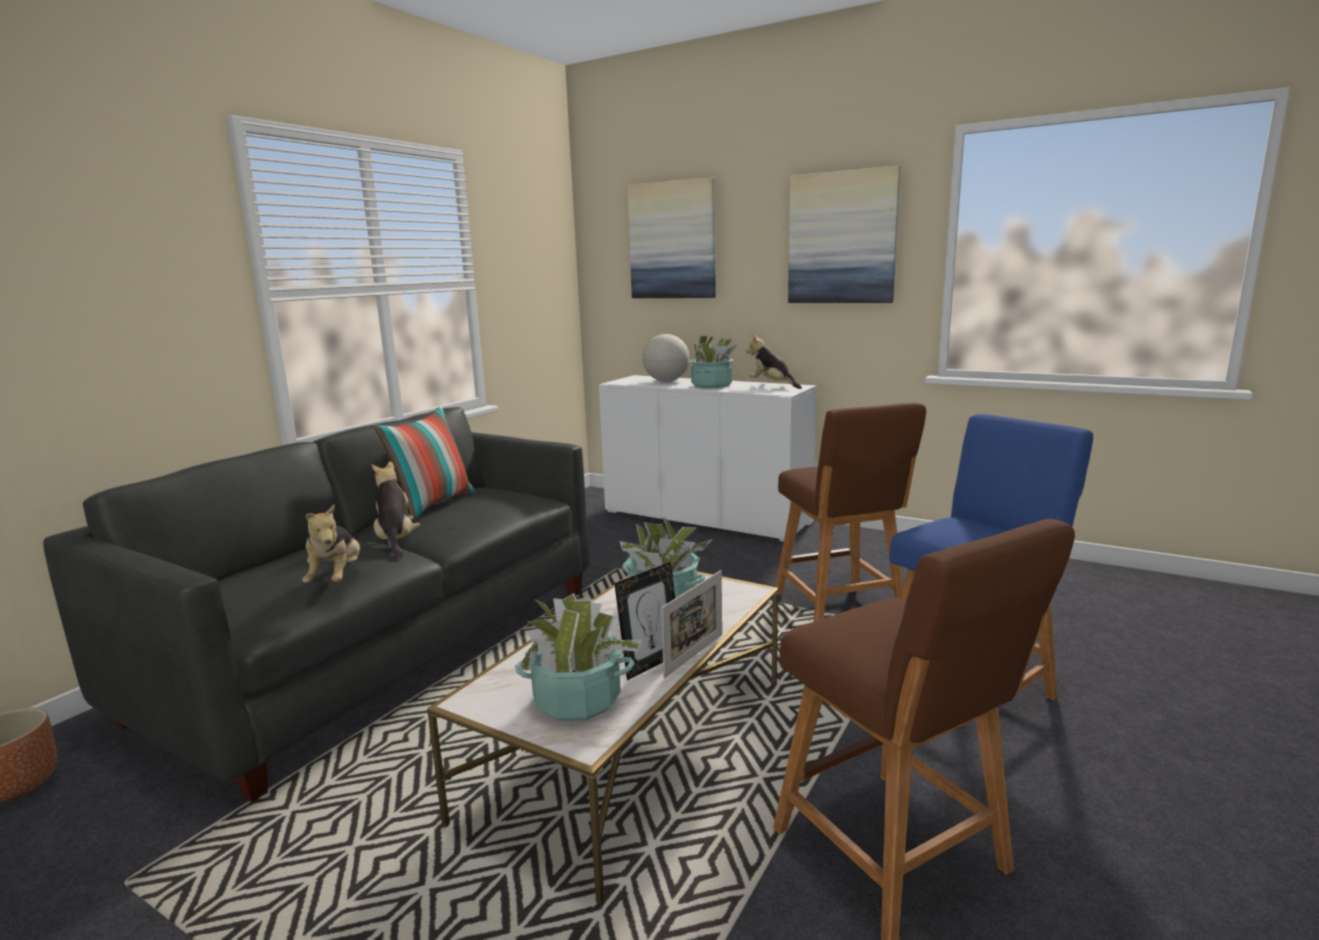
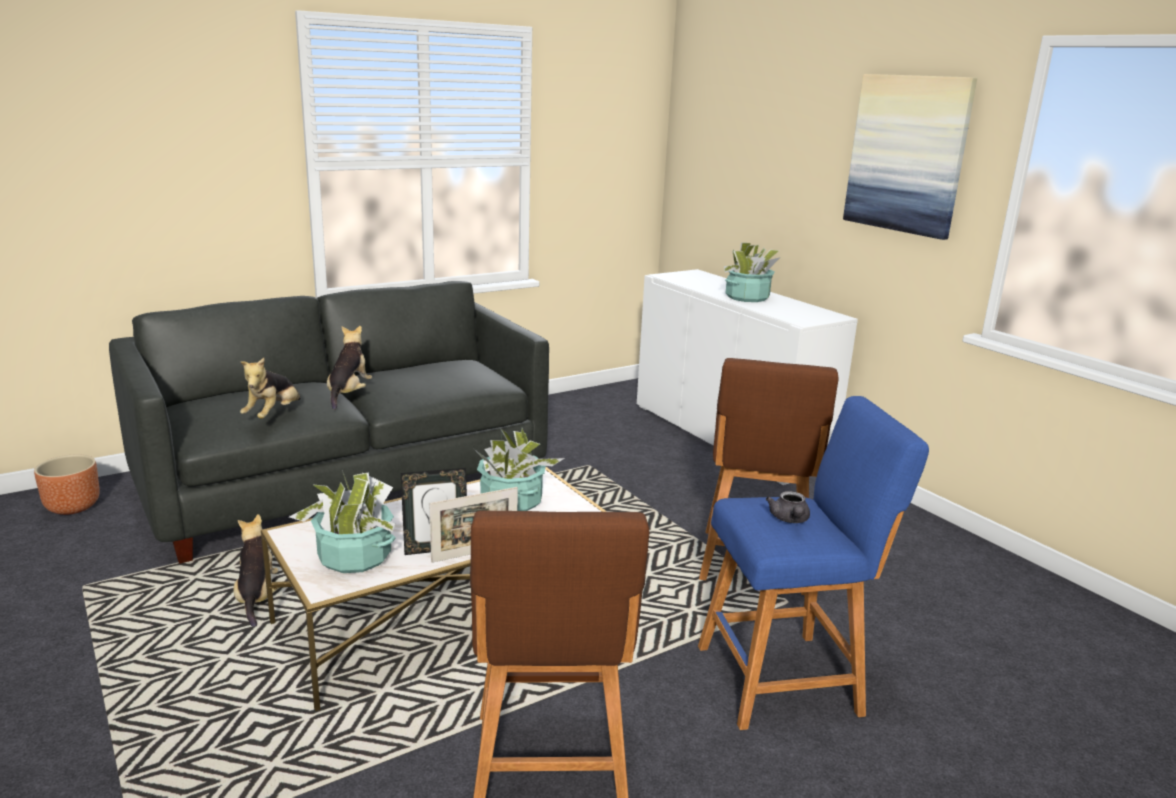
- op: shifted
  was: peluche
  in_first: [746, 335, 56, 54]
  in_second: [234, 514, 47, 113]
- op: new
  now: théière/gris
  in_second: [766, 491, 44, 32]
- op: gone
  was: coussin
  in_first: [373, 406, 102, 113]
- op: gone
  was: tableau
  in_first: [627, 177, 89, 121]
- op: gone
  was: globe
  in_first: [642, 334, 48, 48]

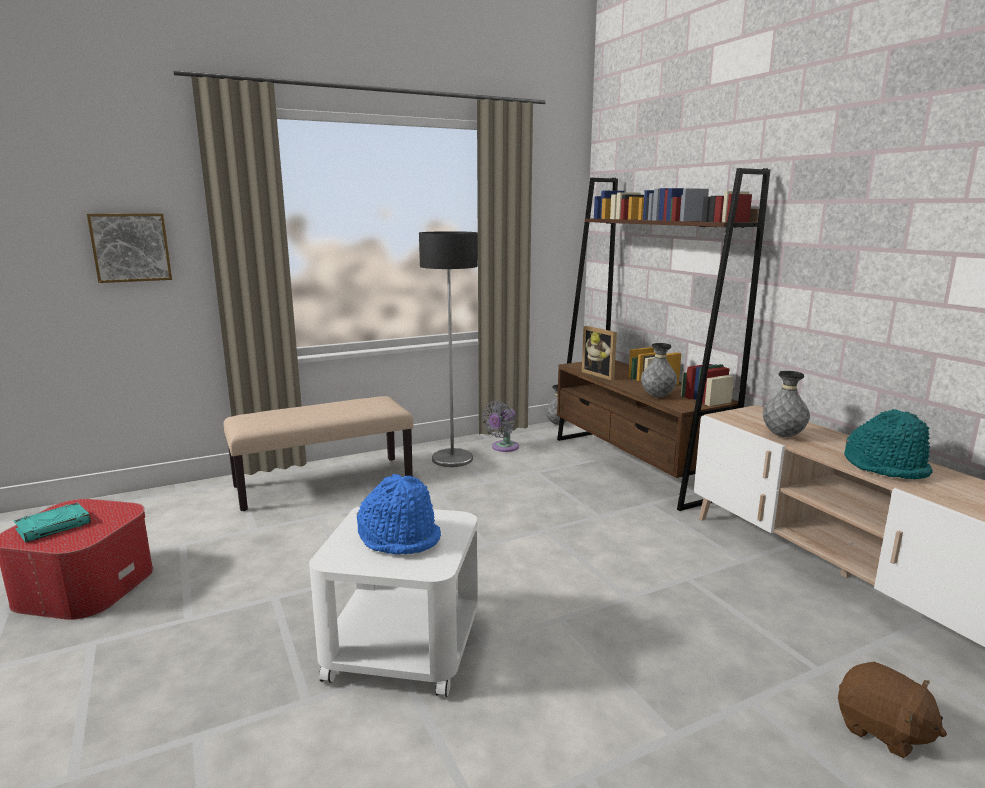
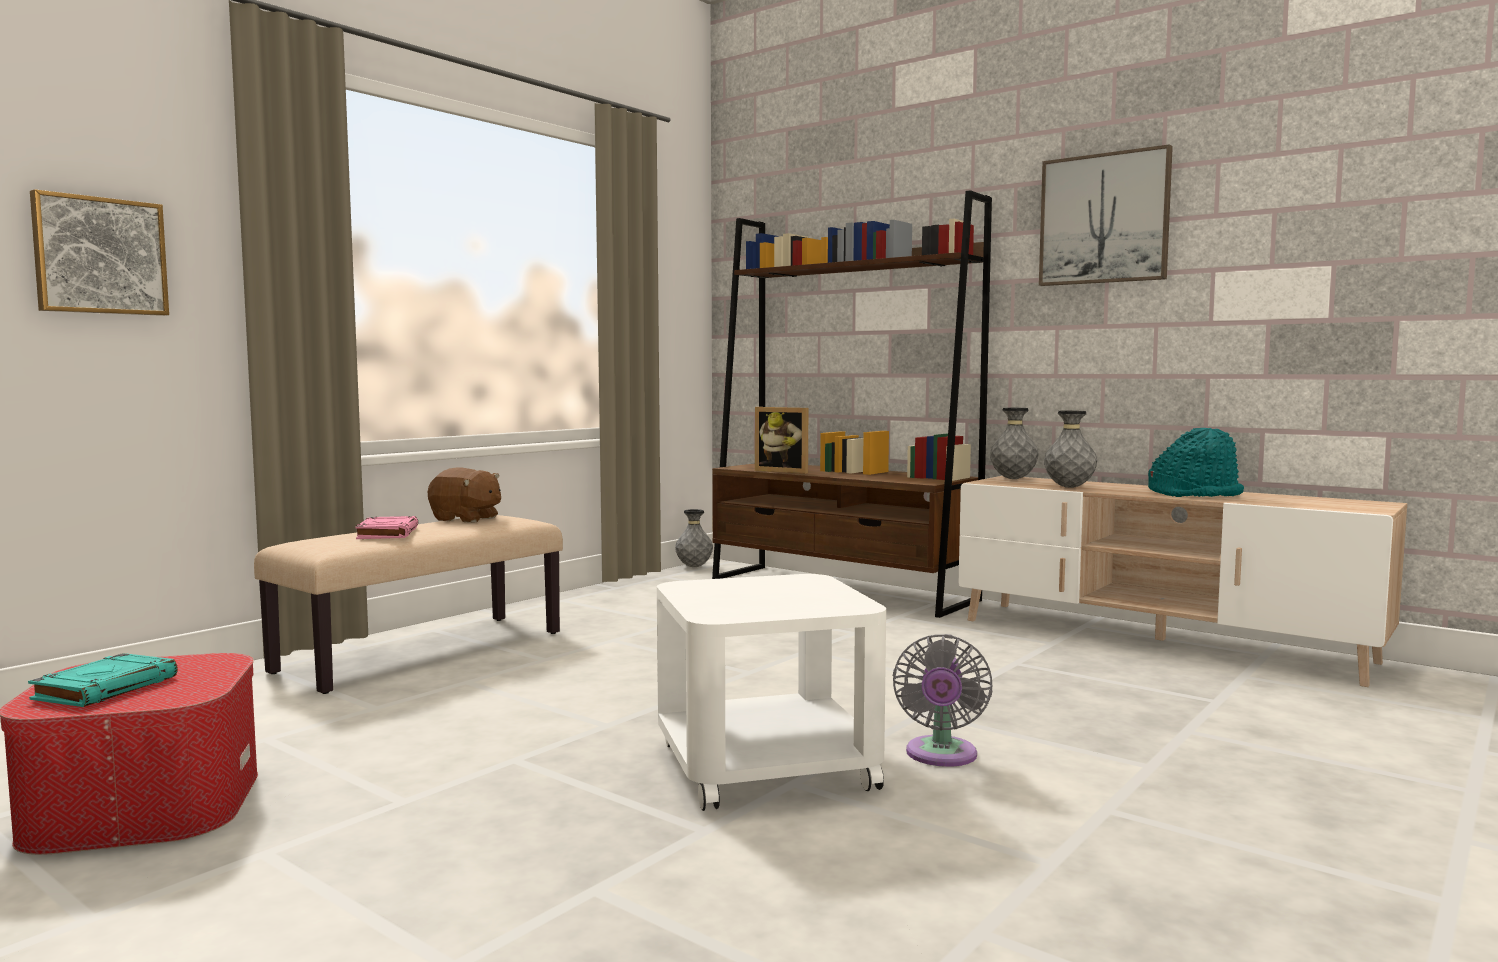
- op: new
  now: livre/rose
  in_second: [355, 516, 63, 23]
- op: shifted
  was: peluche/marron
  in_first: [838, 662, 109, 96]
  in_second: [428, 468, 73, 55]
- op: shifted
  was: ventilateur/gris
  in_first: [482, 401, 37, 51]
  in_second: [893, 634, 100, 133]
- op: shifted
  was: vase/gris
  in_first: [641, 343, 36, 55]
  in_second: [990, 408, 49, 71]
- op: new
  now: tableau
  in_second: [1039, 144, 134, 142]
- op: gone
  was: chapeau/bleu
  in_first: [357, 474, 84, 81]
- op: gone
  was: lampadaire
  in_first: [419, 231, 59, 236]

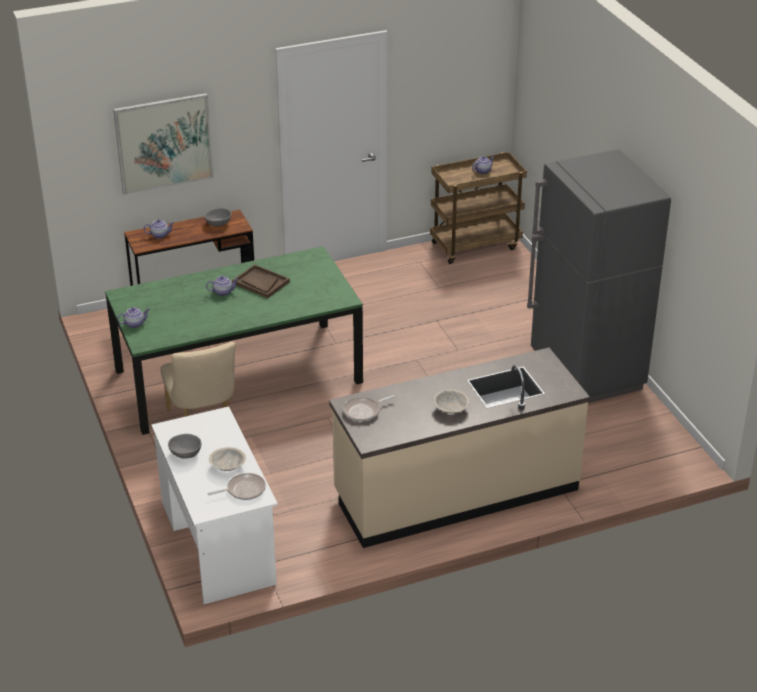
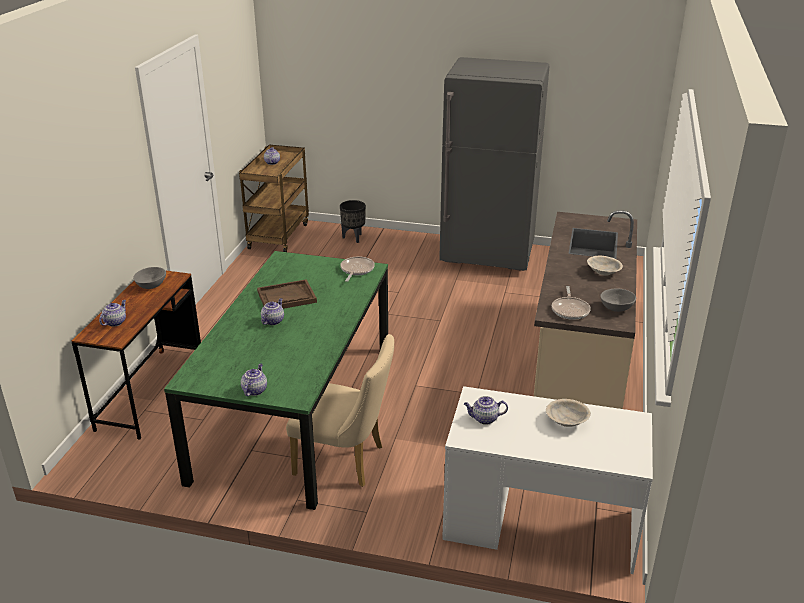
- op: new
  now: cache-pot/noir
  in_second: [340, 200, 26, 43]
- op: shifted
  was: poêle
  in_first: [207, 473, 59, 27]
  in_second: [340, 256, 35, 26]
- op: new
  now: théière
  in_second: [464, 396, 44, 29]
- op: shifted
  was: bol/gris
  in_first: [168, 434, 33, 25]
  in_second: [600, 288, 36, 24]
- op: gone
  was: tableau
  in_first: [113, 93, 101, 102]

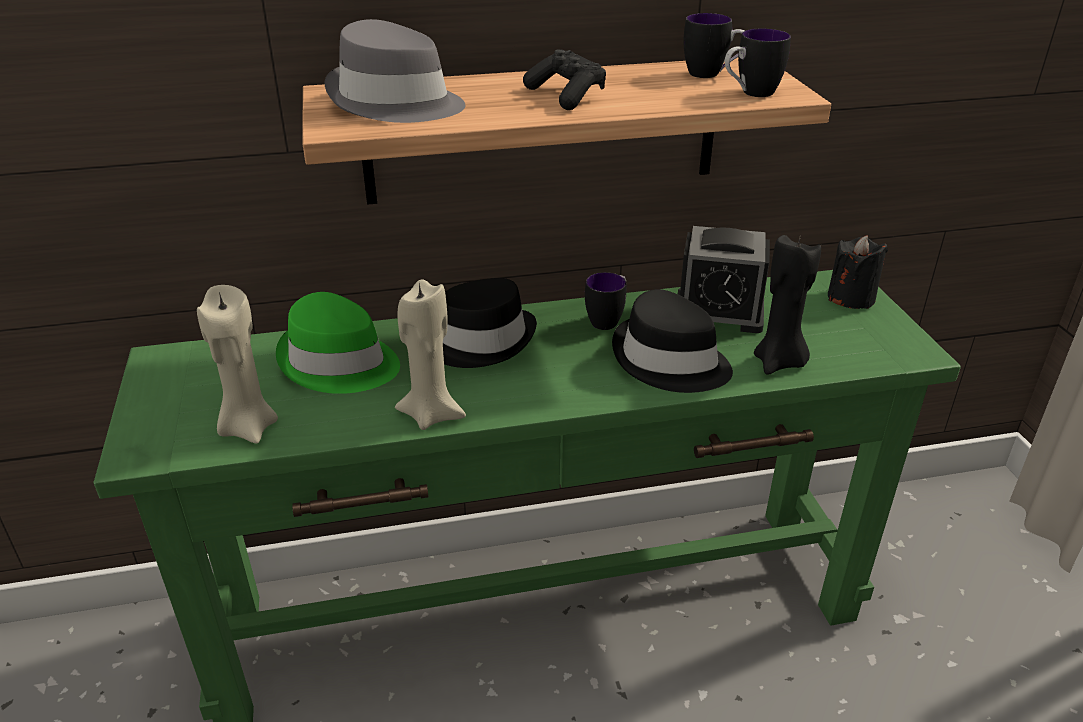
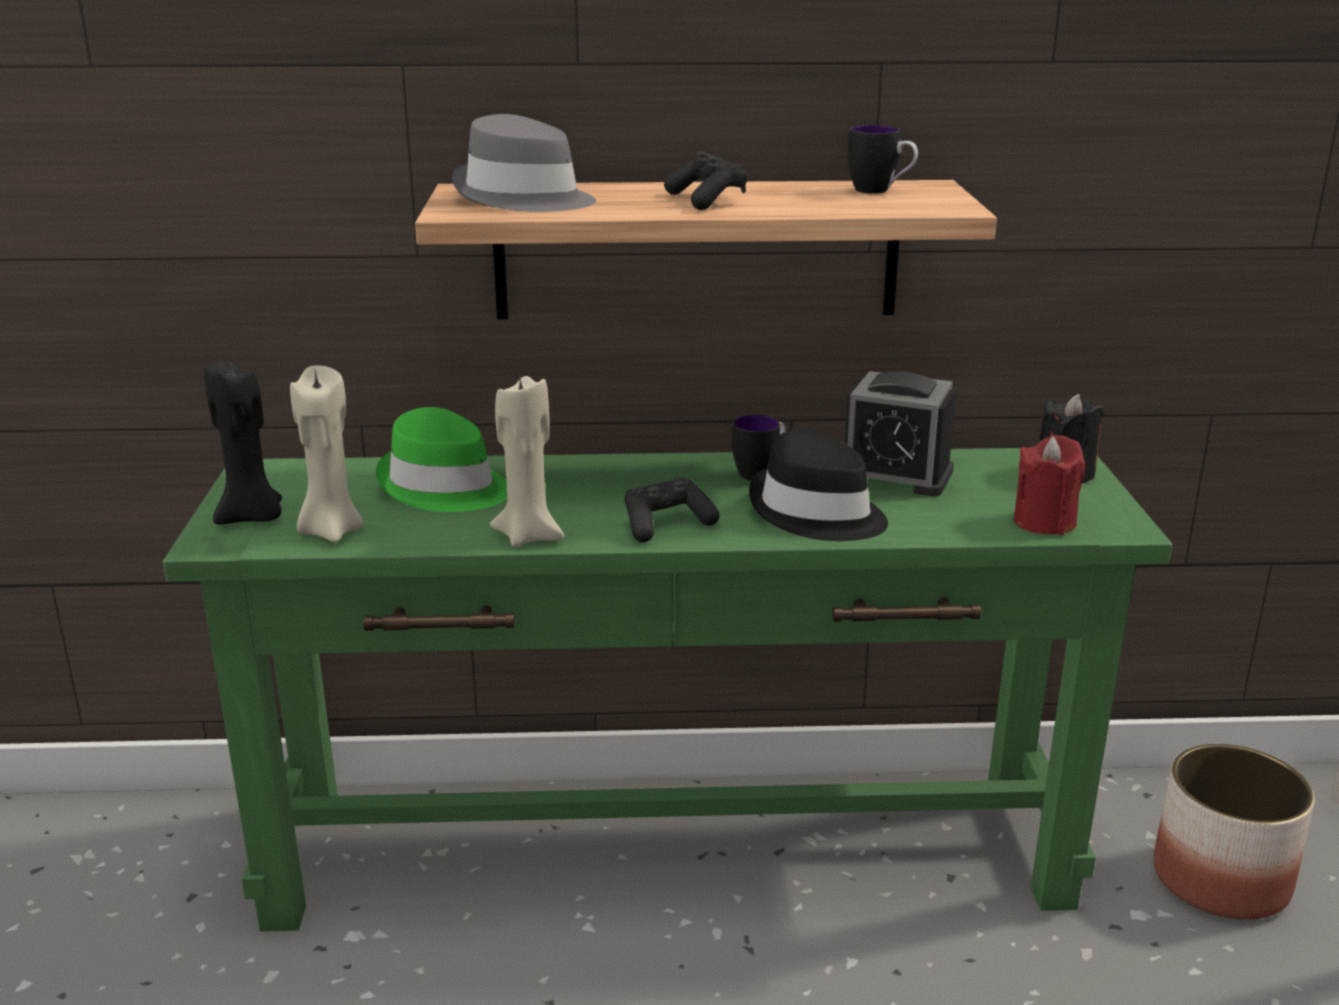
- op: shifted
  was: bougie/noir
  in_first: [754, 234, 67, 141]
  in_second: [204, 358, 78, 167]
- op: new
  now: manette/noir
  in_second: [625, 477, 95, 65]
- op: new
  now: bougie/rouge
  in_second: [1014, 435, 71, 100]
- op: new
  now: cache-pot
  in_second: [1154, 744, 161, 176]
- op: gone
  was: chapeau/noir
  in_first: [443, 278, 94, 90]
- op: gone
  was: mug
  in_first: [725, 29, 66, 68]

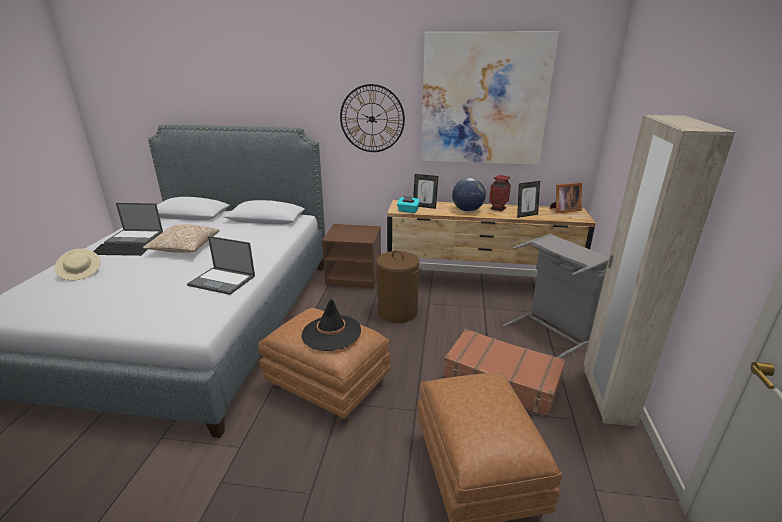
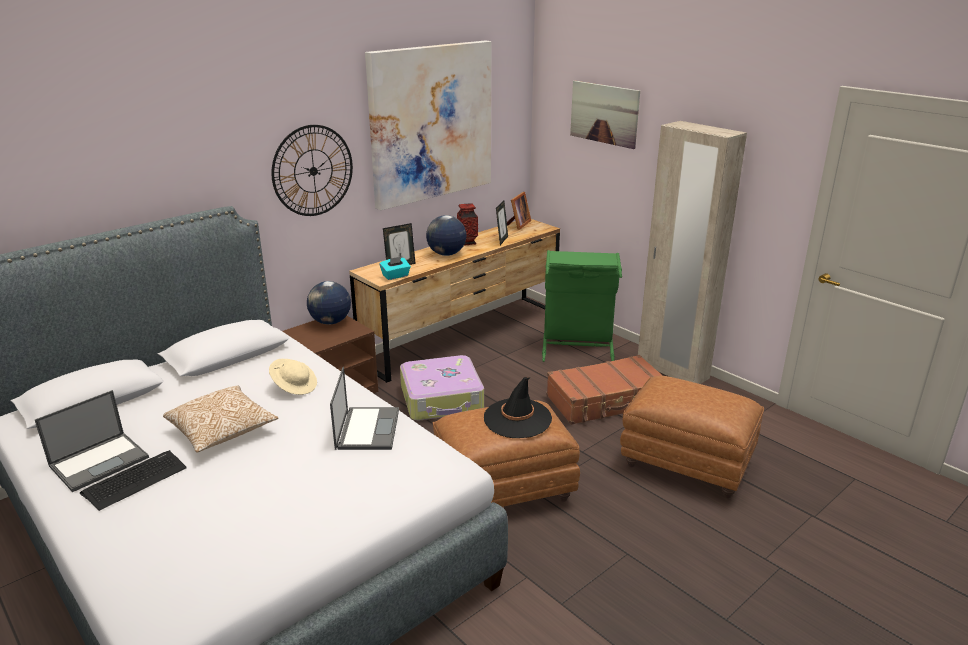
- op: shifted
  was: chapeau/beige
  in_first: [55, 249, 45, 31]
  in_second: [269, 359, 48, 36]
- op: new
  now: globe
  in_second: [307, 281, 44, 44]
- op: rotated
  was: ordinateur portable
  in_first: [187, 236, 68, 59]
  in_second: [330, 367, 69, 83]
  clockwise: -60
- op: swapped
  was: panier à linge/marron
  now: valise
  in_first: [376, 250, 46, 73]
  in_second: [400, 355, 84, 65]
- op: repainted
  was: panier à linge/gris
  now: panier à linge/vert
  in_first: [503, 234, 106, 124]
  in_second: [542, 250, 80, 112]
- op: new
  now: tableau
  in_second: [570, 81, 70, 68]

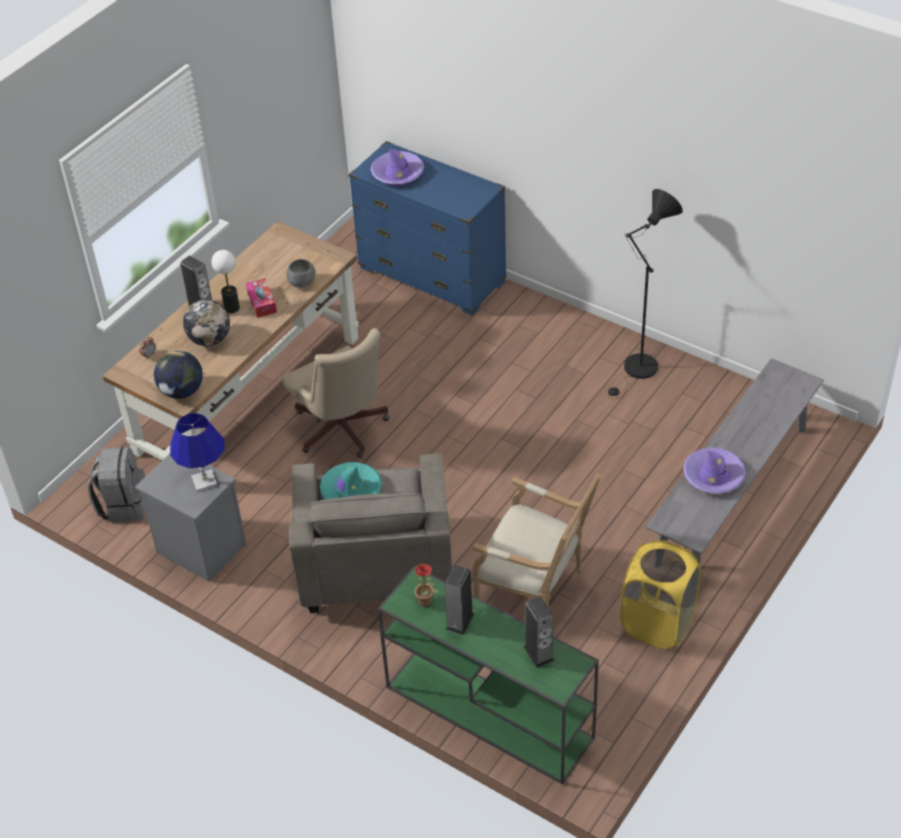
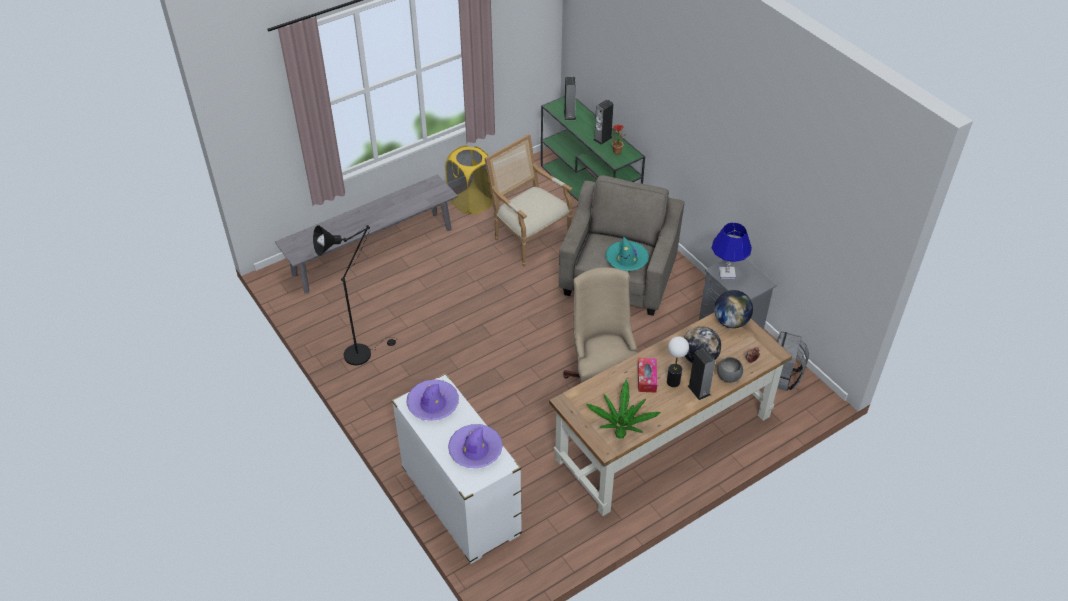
- op: repainted
  was: commode/bleu
  now: commode/blanc
  in_first: [349, 141, 158, 175]
  in_second: [392, 373, 130, 191]
- op: shifted
  was: chapeau/violet
  in_first: [683, 447, 63, 47]
  in_second: [406, 379, 53, 42]
- op: new
  now: plante en pot
  in_second: [586, 379, 75, 60]
- op: shifted
  was: bol/gris
  in_first: [287, 259, 29, 29]
  in_second: [717, 357, 26, 26]

